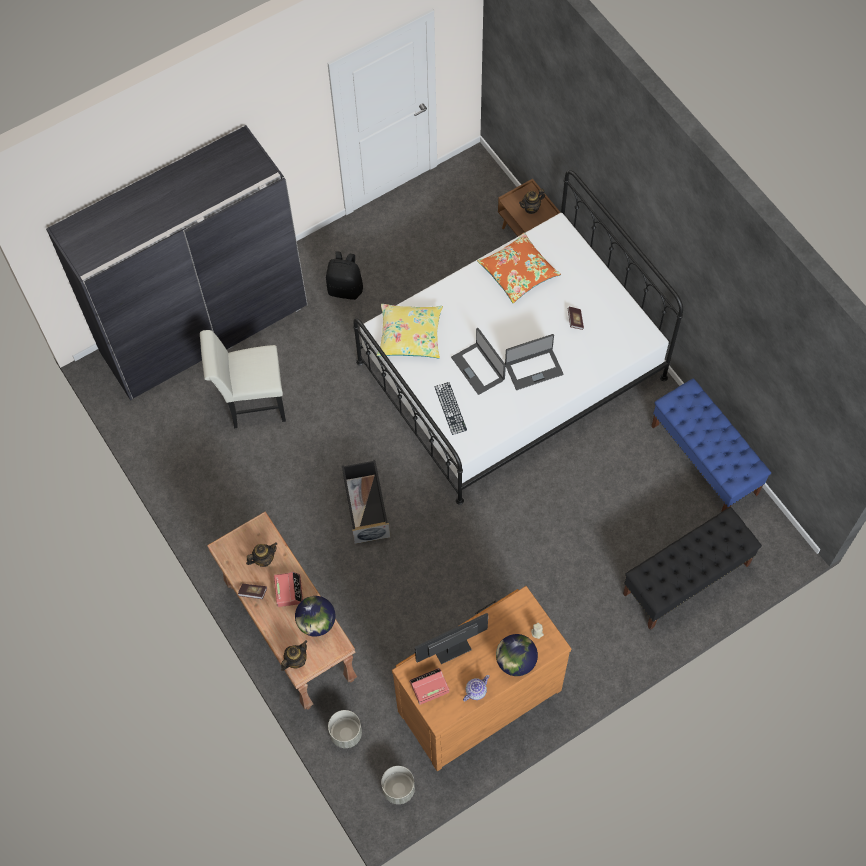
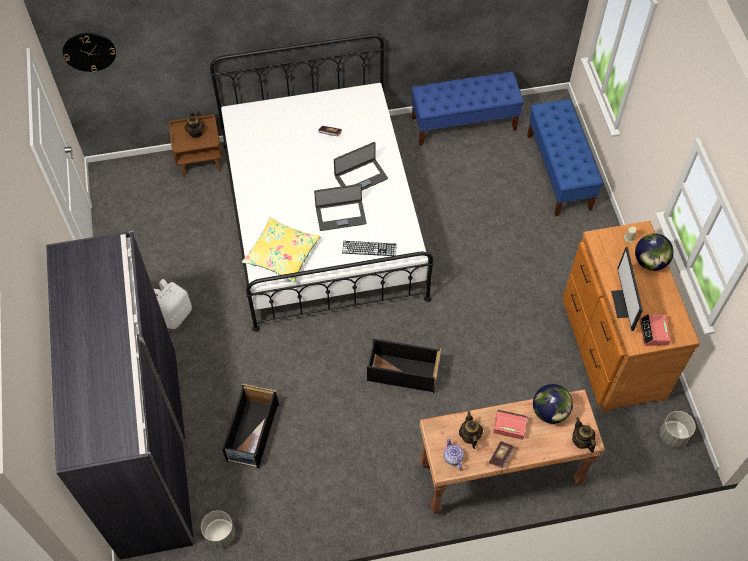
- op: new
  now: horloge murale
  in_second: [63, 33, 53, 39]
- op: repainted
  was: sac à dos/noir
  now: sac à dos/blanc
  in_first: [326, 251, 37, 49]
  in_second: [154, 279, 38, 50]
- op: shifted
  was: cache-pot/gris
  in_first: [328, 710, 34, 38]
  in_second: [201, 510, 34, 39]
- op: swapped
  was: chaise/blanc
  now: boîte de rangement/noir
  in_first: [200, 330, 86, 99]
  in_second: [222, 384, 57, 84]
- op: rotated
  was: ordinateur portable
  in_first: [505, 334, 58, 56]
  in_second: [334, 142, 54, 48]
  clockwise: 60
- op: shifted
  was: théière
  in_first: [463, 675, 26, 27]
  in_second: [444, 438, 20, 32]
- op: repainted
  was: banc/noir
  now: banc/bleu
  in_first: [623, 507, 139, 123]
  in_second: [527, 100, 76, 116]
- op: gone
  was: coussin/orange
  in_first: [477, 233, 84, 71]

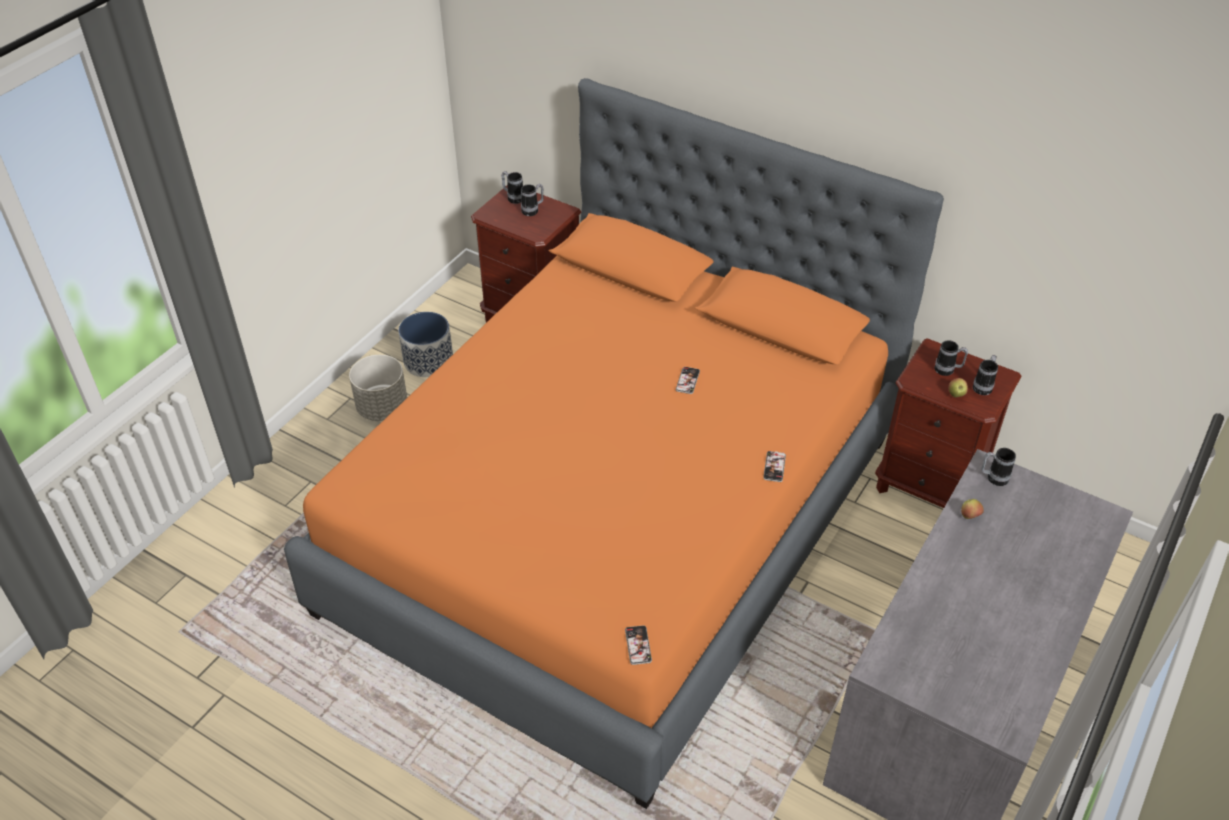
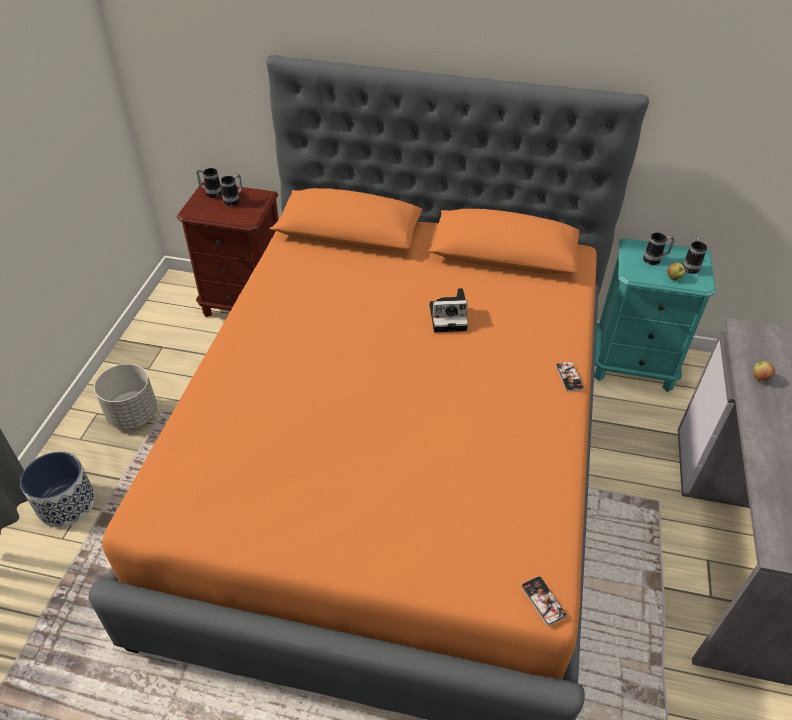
- op: shifted
  was: cache-pot
  in_first: [398, 312, 55, 65]
  in_second: [20, 452, 75, 75]
- op: swapped
  was: téléphone
  now: appareil photo
  in_first: [676, 367, 24, 27]
  in_second: [430, 288, 38, 44]
- op: repainted
  was: table de chevet/marron
  now: table de chevet/turquoise
  in_first: [875, 338, 147, 170]
  in_second: [594, 238, 122, 154]
- op: gone
  was: mug
  in_first: [981, 448, 35, 38]

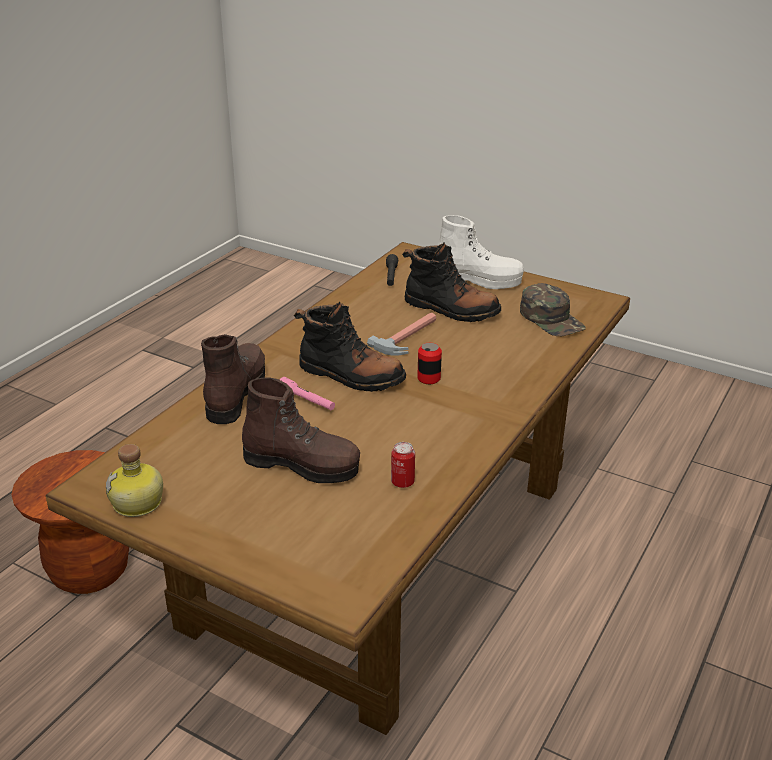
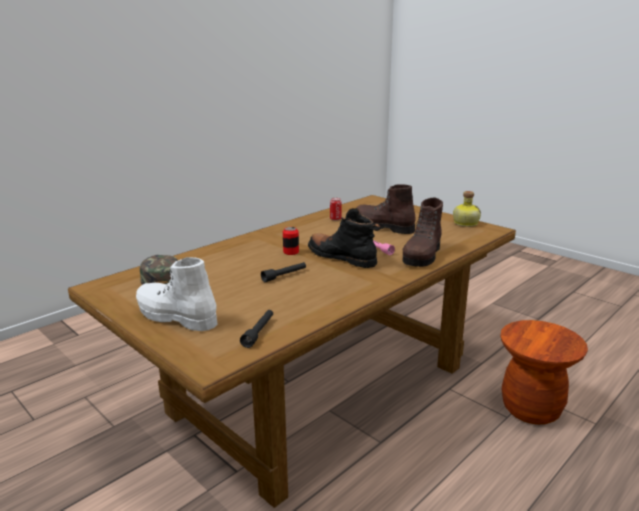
- op: swapped
  was: marteau
  now: lampe de poche/noir
  in_first: [367, 313, 69, 43]
  in_second: [261, 262, 45, 20]
- op: gone
  was: botte/noir
  in_first: [402, 243, 99, 79]

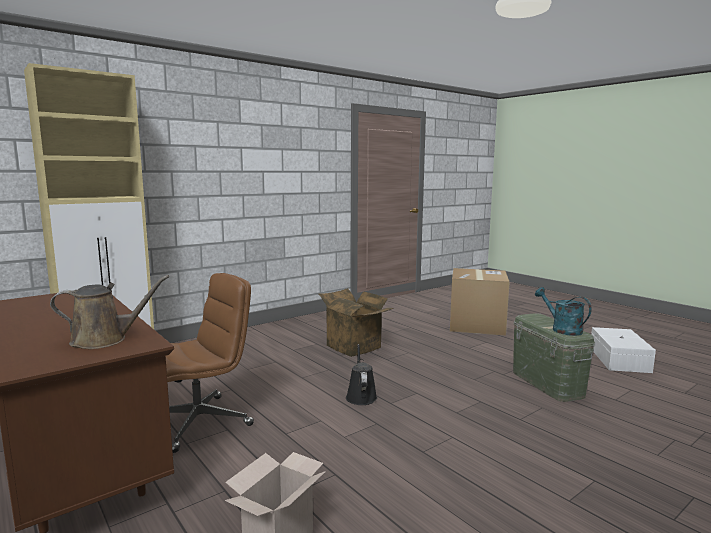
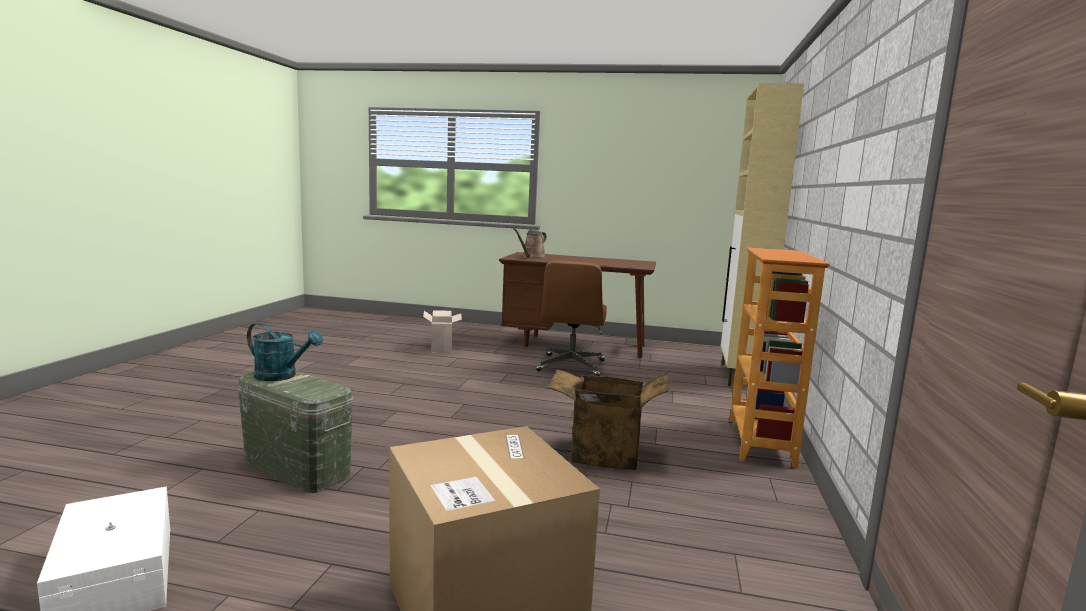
- op: new
  now: bibliothèque
  in_second: [730, 248, 100, 220]
- op: gone
  was: arrosoir/noir
  in_first: [346, 344, 31, 61]

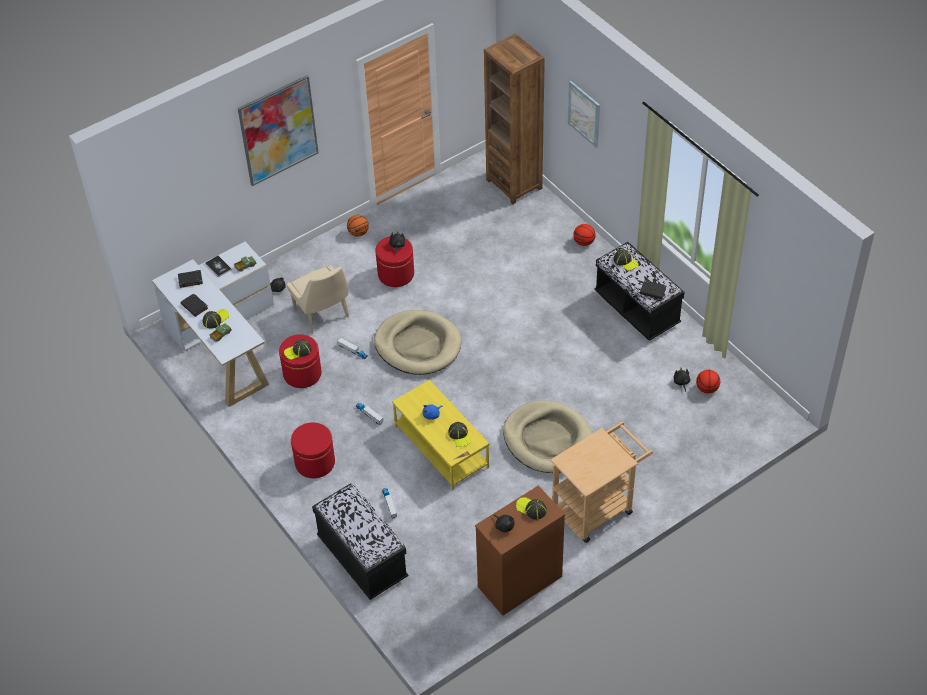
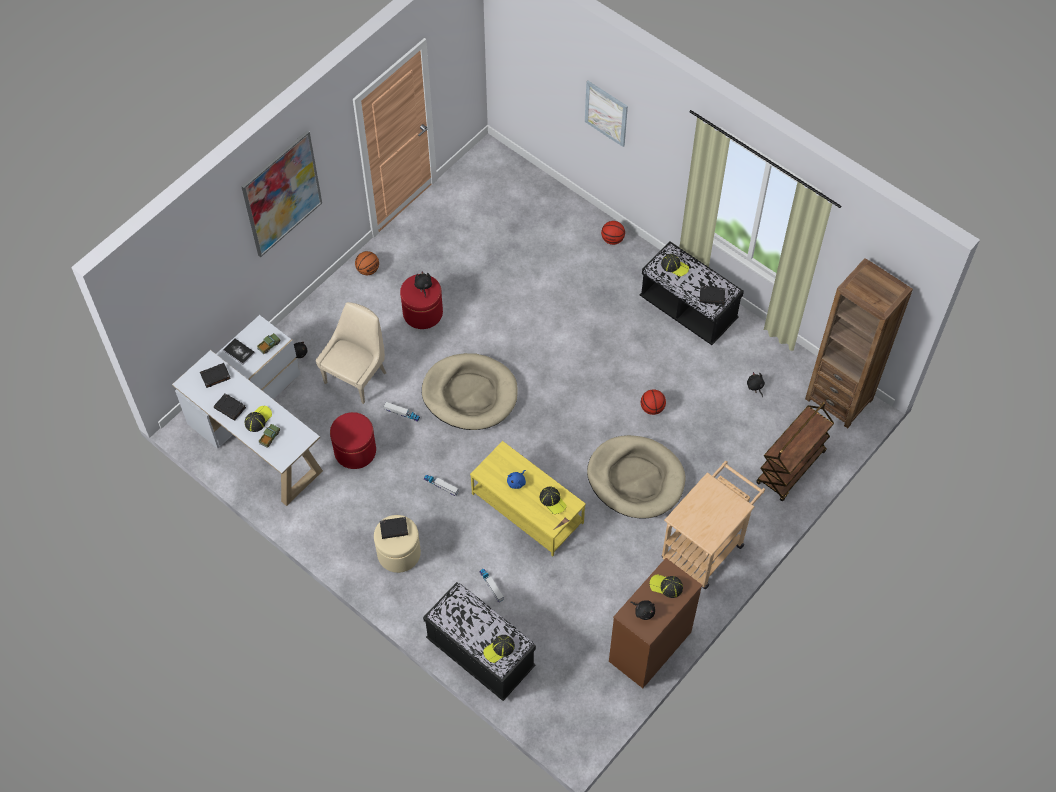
- op: rotated
  was: chaise/beige
  in_first: [287, 264, 62, 70]
  in_second: [316, 302, 70, 102]
  clockwise: -105
- op: repainted
  was: pouf/rouge
  now: pouf/beige
  in_first: [291, 422, 44, 56]
  in_second: [374, 515, 47, 58]
- op: new
  now: livre/noir
  in_second: [380, 517, 28, 22]
- op: shifted
  was: casquette
  in_first: [284, 340, 28, 20]
  in_second: [483, 635, 32, 28]
- op: shifted
  was: ballon de basket
  in_first: [696, 370, 24, 23]
  in_second: [641, 389, 25, 26]
- op: new
  now: chariot/marron
  in_second: [756, 402, 78, 99]
- op: shifted
  was: bibliothèque/marron
  in_first: [484, 34, 61, 170]
  in_second: [805, 258, 108, 170]

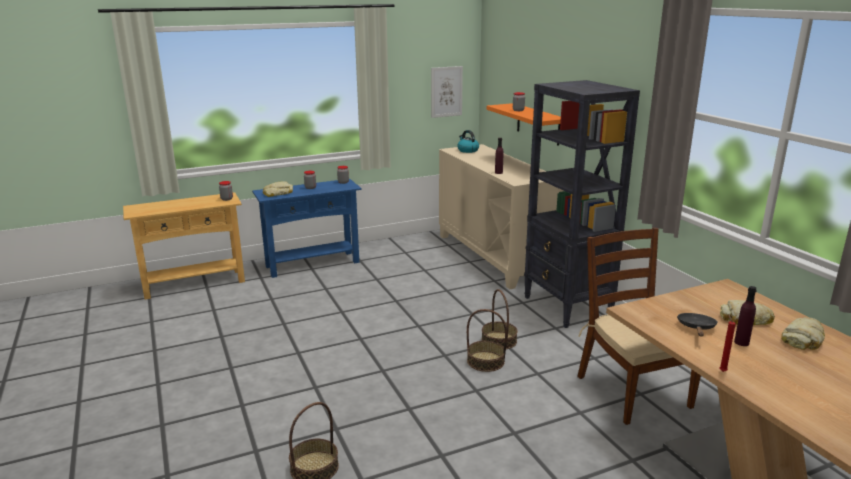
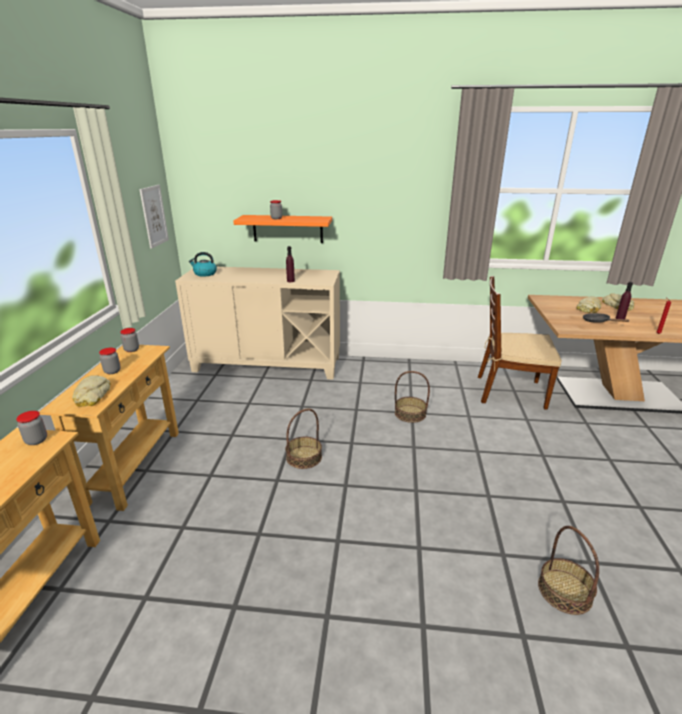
- op: repainted
  was: table console/bleu
  now: table console/beige
  in_first: [252, 179, 110, 99]
  in_second: [39, 345, 140, 166]
- op: shifted
  was: panier
  in_first: [467, 309, 40, 63]
  in_second: [286, 409, 36, 60]
- op: gone
  was: bibliothèque/noir
  in_first: [524, 80, 116, 248]

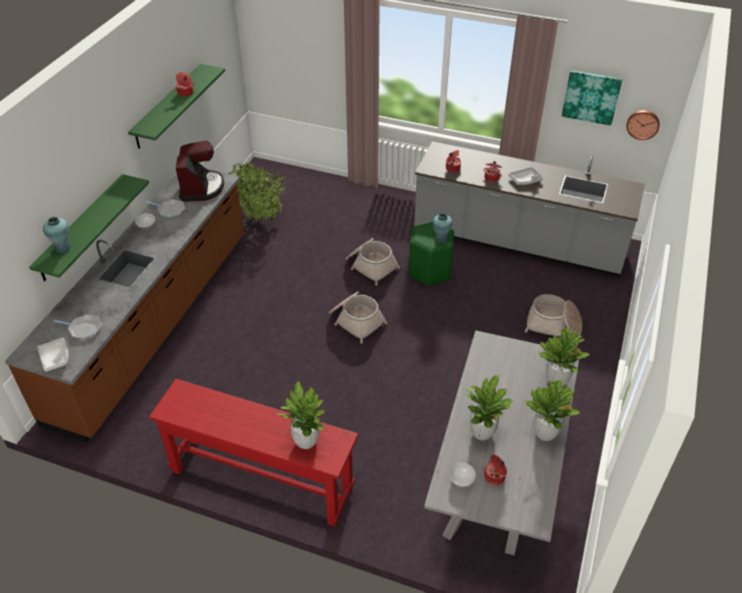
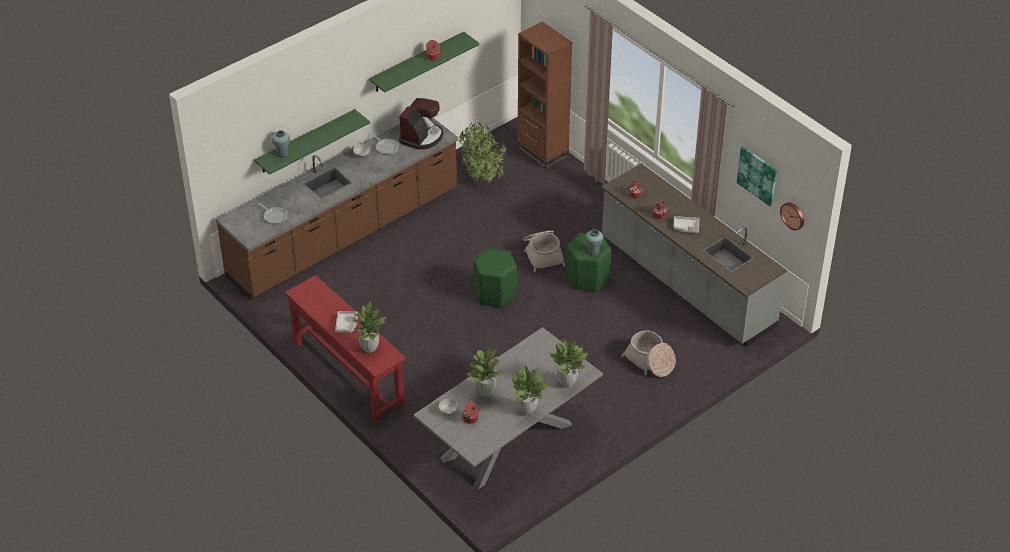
- op: shifted
  was: plateau/gris
  in_first: [37, 338, 32, 34]
  in_second: [335, 311, 23, 22]
- op: swapped
  was: panier
  now: tabouret/vert
  in_first: [329, 291, 58, 53]
  in_second: [473, 248, 44, 60]
- op: new
  now: bibliothèque/marron
  in_second: [517, 21, 55, 148]

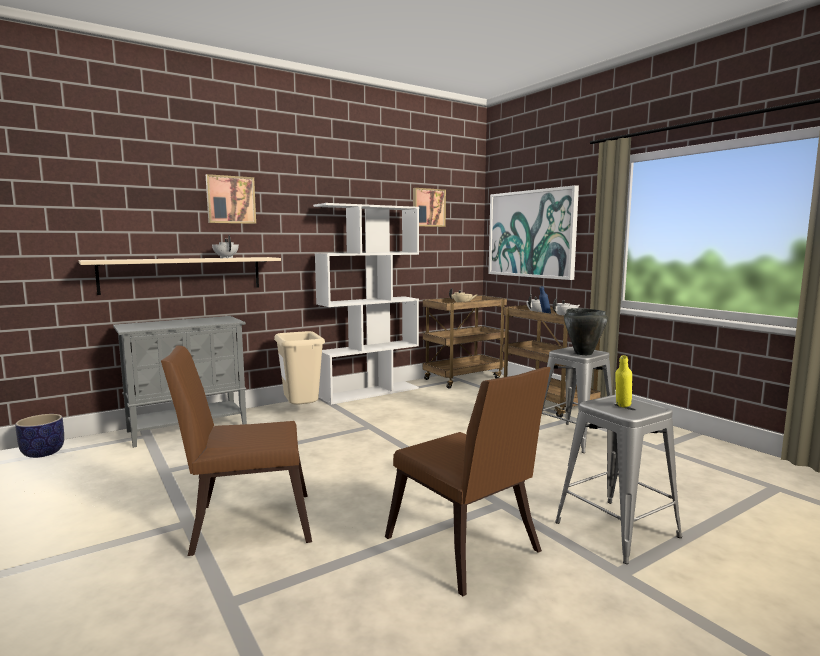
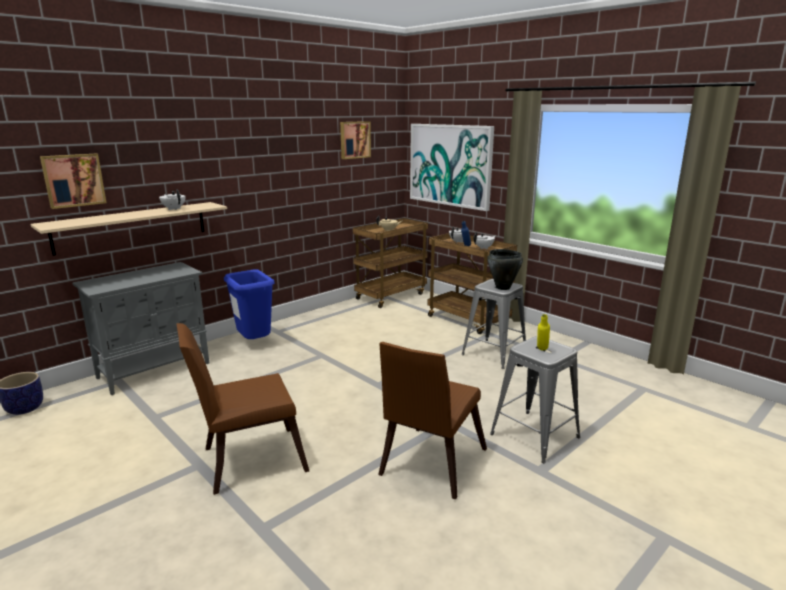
- op: shifted
  was: tableau
  in_first: [206, 174, 50, 50]
  in_second: [40, 154, 67, 55]
- op: repainted
  was: poubelle/beige
  now: poubelle/bleu
  in_first: [274, 331, 51, 74]
  in_second: [224, 269, 51, 70]
- op: rotated
  was: chaise/marron
  in_first: [385, 367, 166, 229]
  in_second: [378, 342, 109, 157]
  clockwise: 75
- op: gone
  was: bibliothèque/blanc
  in_first: [313, 203, 106, 202]

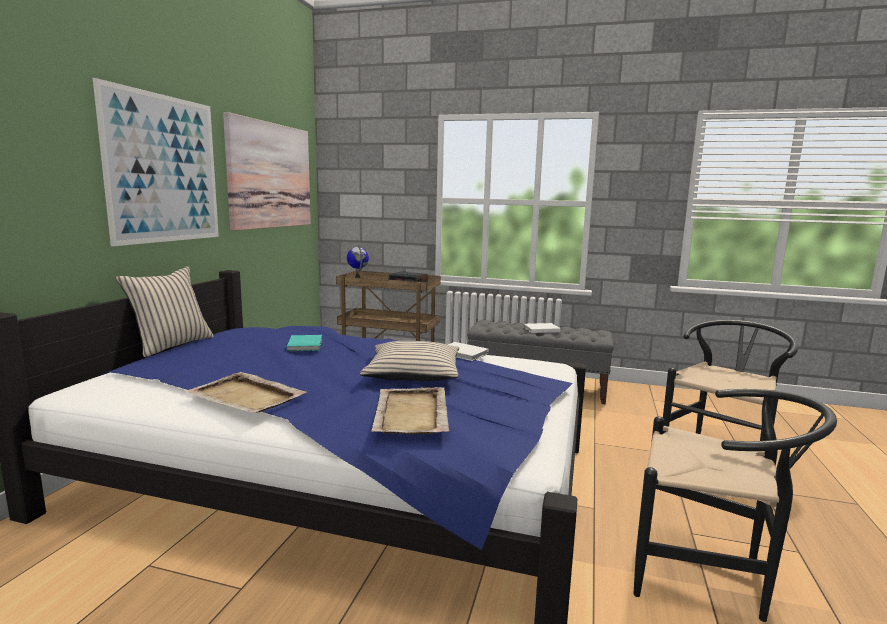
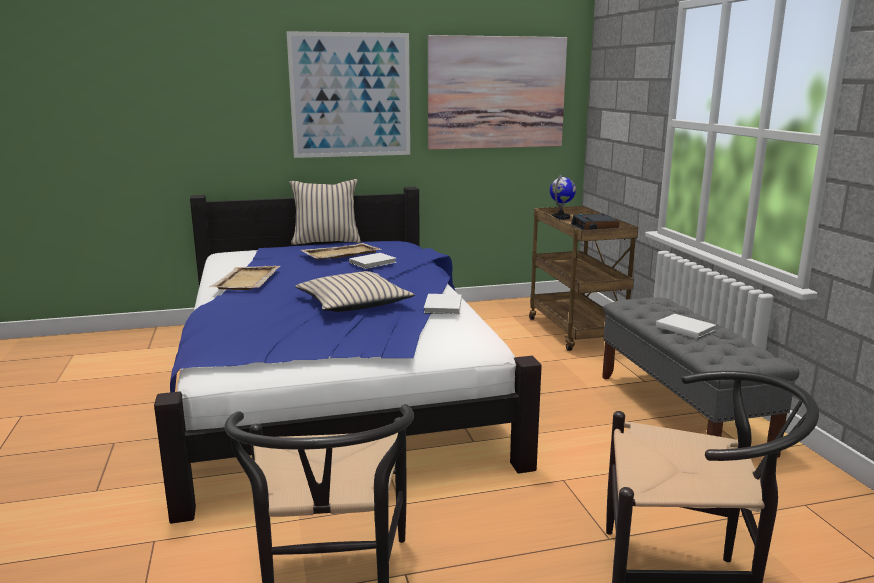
- op: shifted
  was: plateau/beige
  in_first: [371, 387, 78, 47]
  in_second: [301, 243, 80, 17]
- op: repainted
  was: livre/turquoise
  now: livre/blanc
  in_first: [287, 335, 35, 16]
  in_second: [349, 253, 48, 16]

